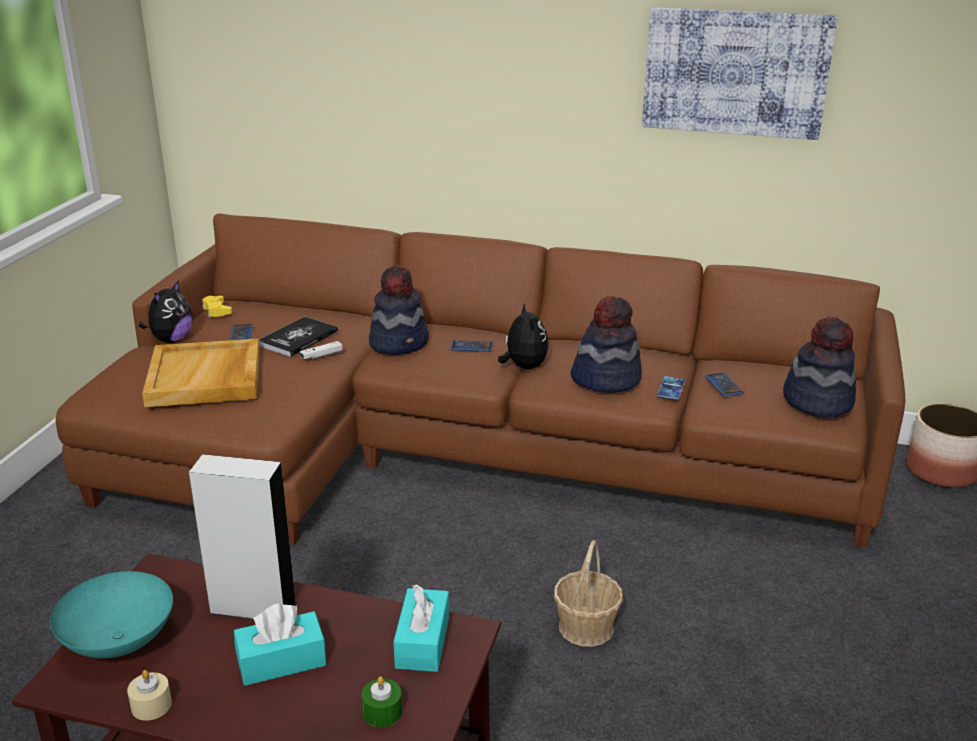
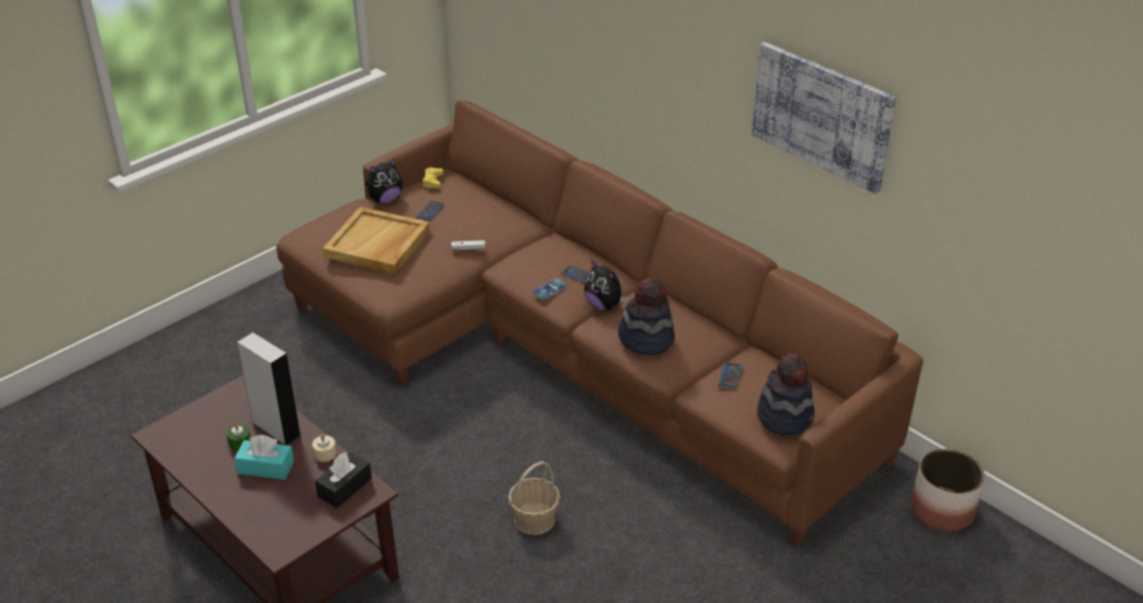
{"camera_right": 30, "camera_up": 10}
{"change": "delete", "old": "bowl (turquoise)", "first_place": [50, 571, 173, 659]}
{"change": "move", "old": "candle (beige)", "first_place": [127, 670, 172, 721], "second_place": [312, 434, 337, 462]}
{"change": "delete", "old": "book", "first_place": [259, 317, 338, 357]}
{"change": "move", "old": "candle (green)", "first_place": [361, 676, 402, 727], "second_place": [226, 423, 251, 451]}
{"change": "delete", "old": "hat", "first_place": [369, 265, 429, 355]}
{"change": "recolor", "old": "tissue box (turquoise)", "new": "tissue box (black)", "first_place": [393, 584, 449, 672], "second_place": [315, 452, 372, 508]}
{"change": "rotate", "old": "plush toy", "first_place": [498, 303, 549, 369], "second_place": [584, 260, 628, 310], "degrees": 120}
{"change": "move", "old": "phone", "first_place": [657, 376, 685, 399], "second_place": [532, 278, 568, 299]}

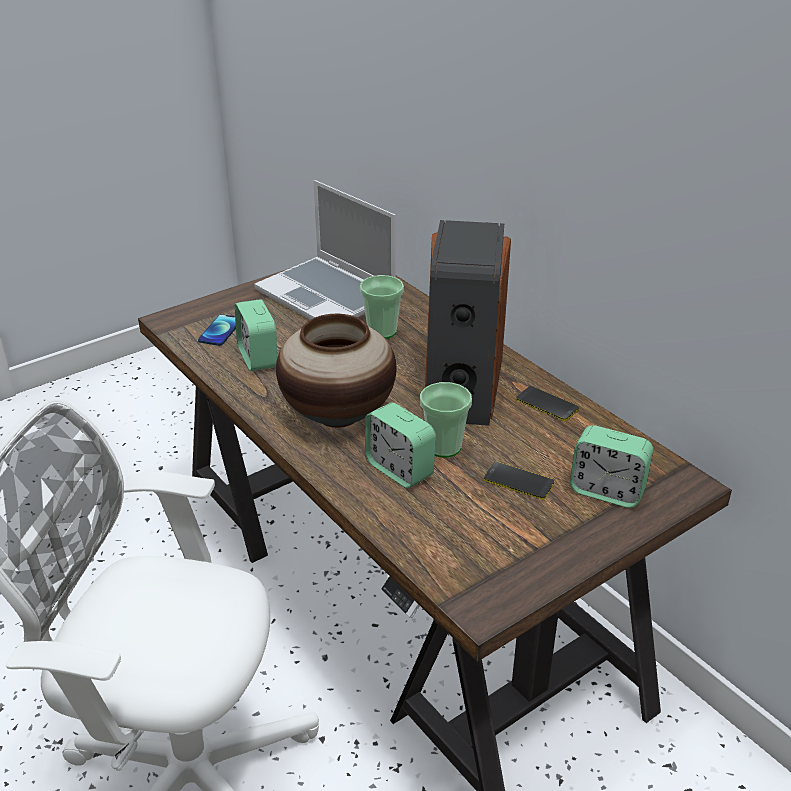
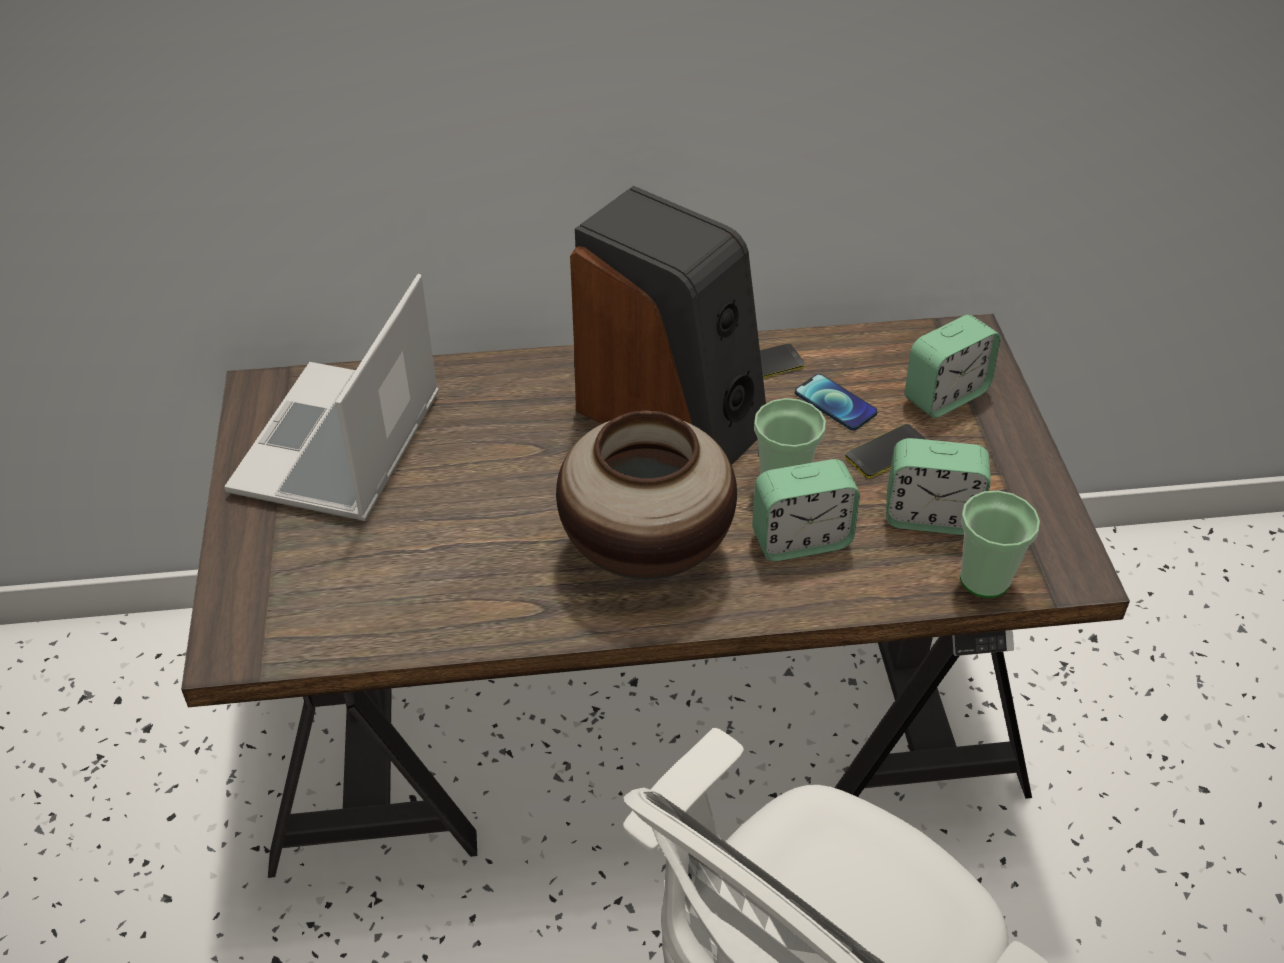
{"camera_right": -60, "camera_up": 10}
{"change": "move", "old": "phone", "first_place": [198, 314, 236, 346], "second_place": [795, 374, 878, 431]}
{"change": "move", "old": "alarm clock", "first_place": [235, 299, 277, 371], "second_place": [886, 438, 991, 535]}
{"change": "rotate", "old": "laptop", "first_place": [254, 180, 396, 320], "second_place": [224, 274, 439, 521], "degrees": 120}
{"change": "move", "old": "cup", "first_place": [360, 275, 404, 339], "second_place": [960, 491, 1040, 598]}

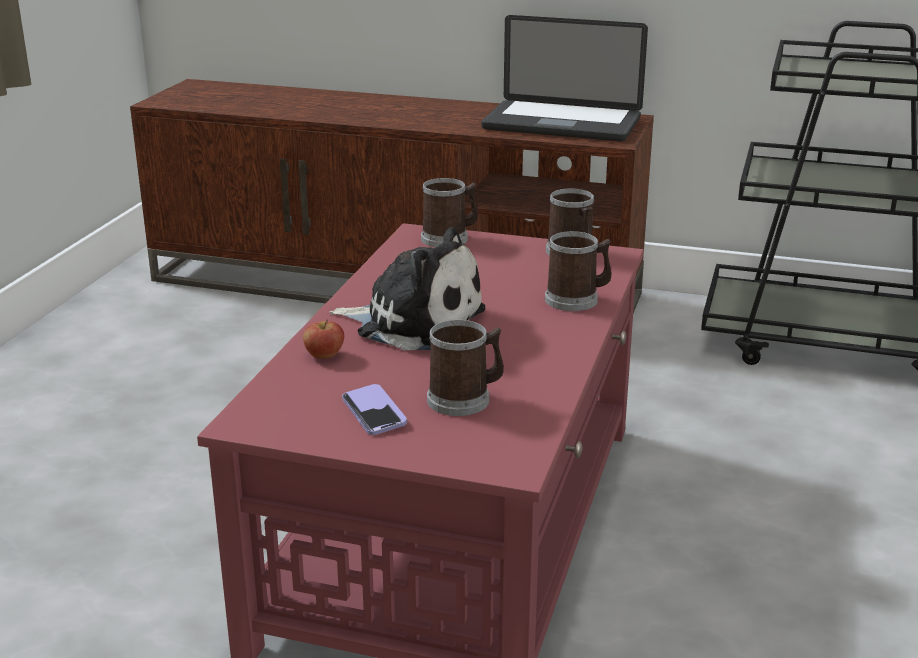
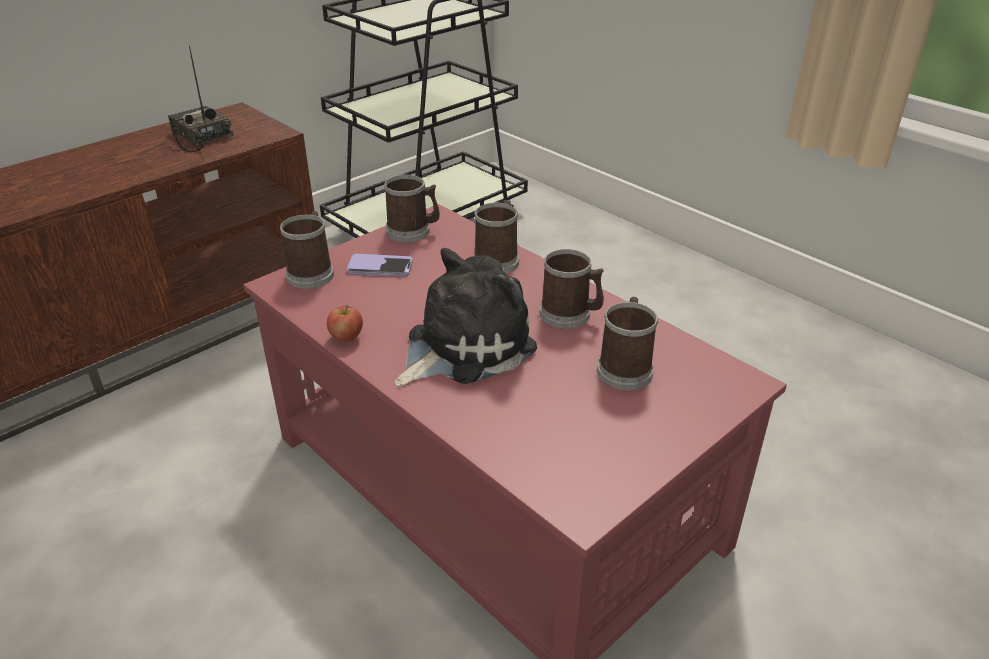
{"camera_right": -60, "camera_up": 10}
{"change": "move", "old": "apple", "first_place": [303, 319, 344, 359], "second_place": [327, 305, 363, 342]}
{"change": "move", "old": "phone", "first_place": [342, 384, 407, 435], "second_place": [347, 254, 413, 277]}
{"change": "replace", "old": "laptop", "new": "radio", "first_place": [481, 15, 648, 141], "second_place": [168, 46, 234, 153]}
{"change": "insert", "new": "mug", "second_place": [539, 249, 604, 329]}

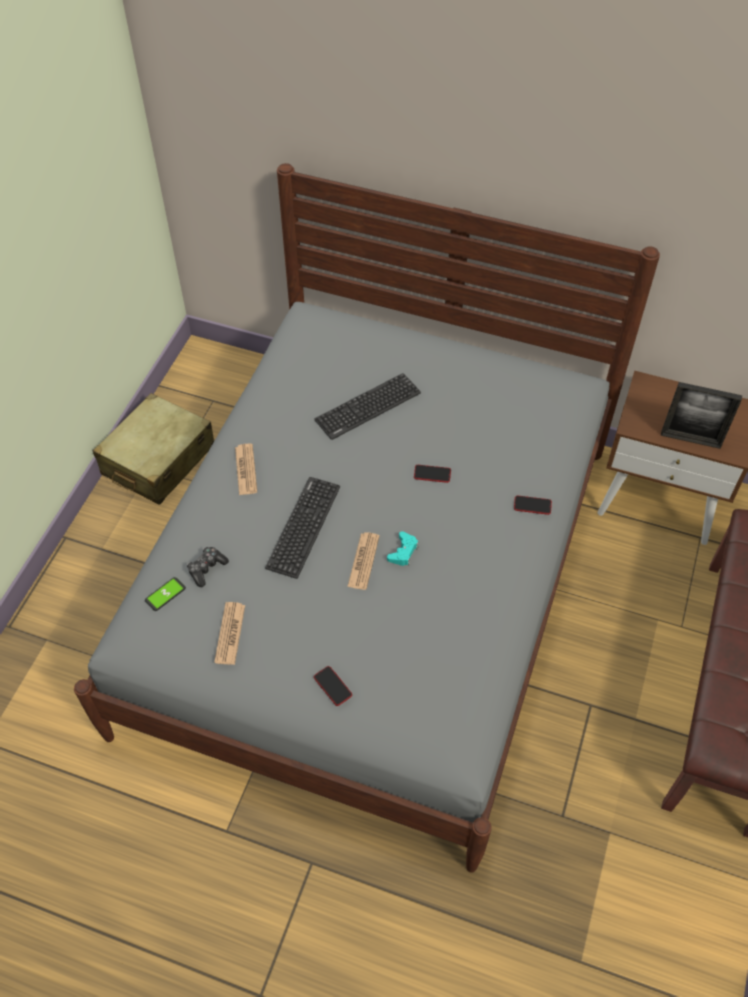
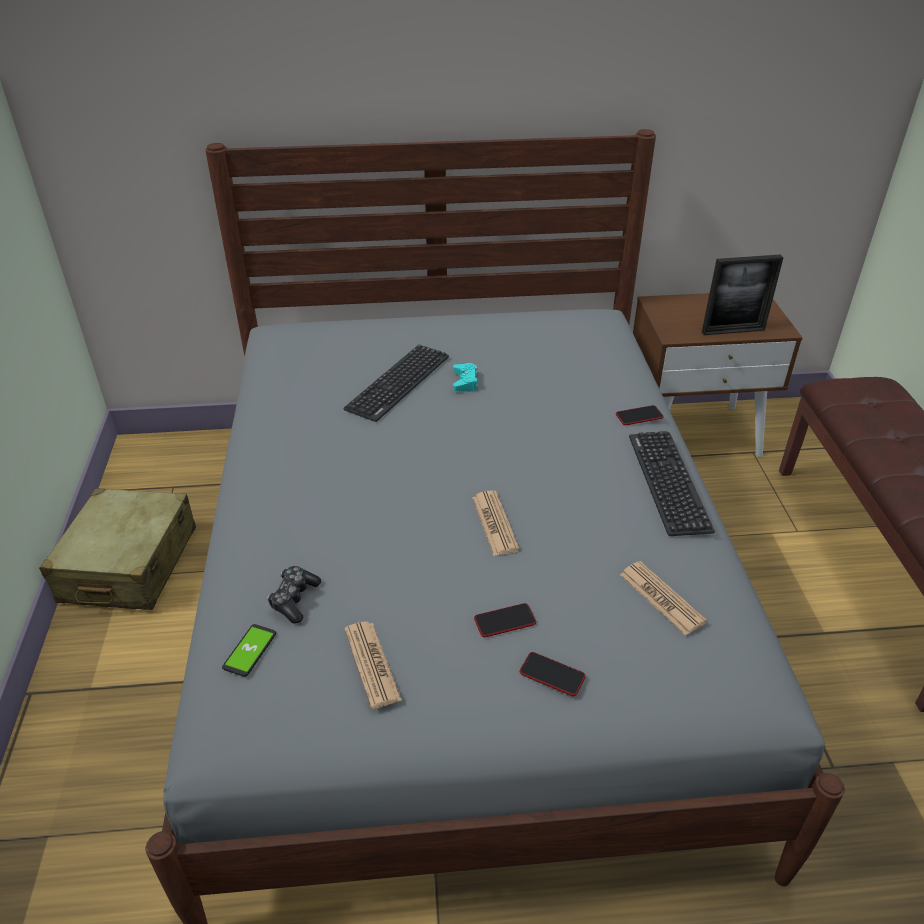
{"camera_right": -25, "camera_up": -15}
{"change": "move", "old": "newspaper", "first_place": [235, 444, 257, 495], "second_place": [620, 561, 707, 636]}
{"change": "move", "old": "keyboard", "first_place": [265, 477, 340, 579], "second_place": [629, 431, 715, 536]}
{"change": "move", "old": "game controller (turquoise)", "first_place": [387, 531, 418, 566], "second_place": [453, 363, 478, 392]}
{"change": "move", "old": "phone", "first_place": [414, 465, 451, 483], "second_place": [474, 603, 536, 637]}

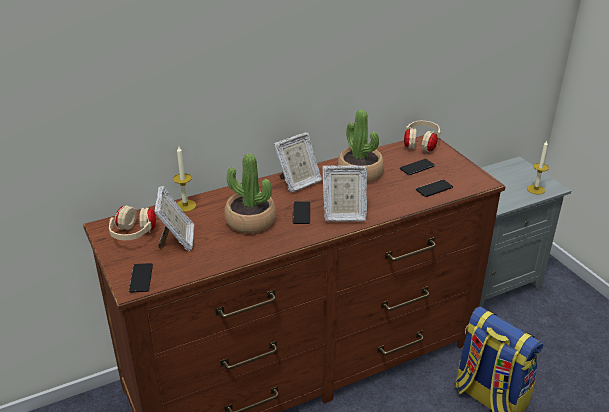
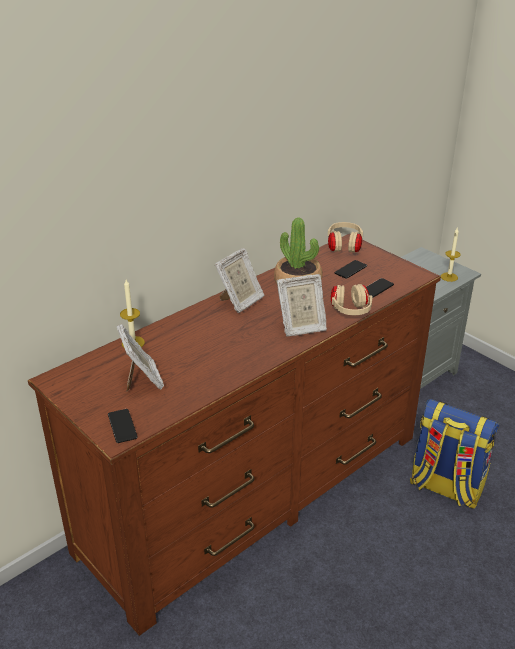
{"camera_right": -15, "camera_up": 0}
{"change": "move", "old": "headphones (beige)", "first_place": [109, 206, 156, 240], "second_place": [331, 284, 373, 315]}
{"change": "delete", "old": "potted plant", "first_place": [224, 153, 276, 233]}
{"change": "delete", "old": "phone", "first_place": [293, 201, 310, 224]}

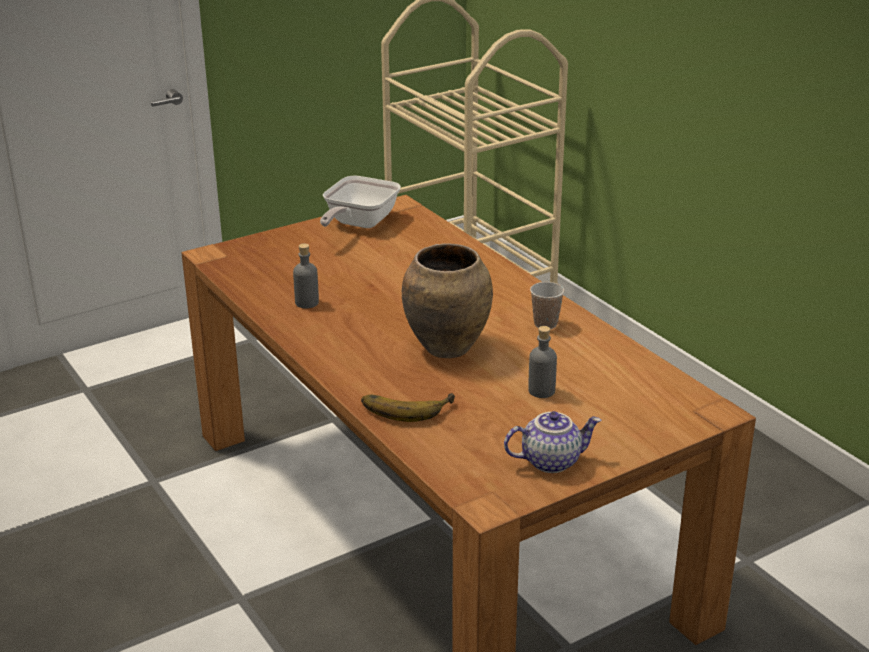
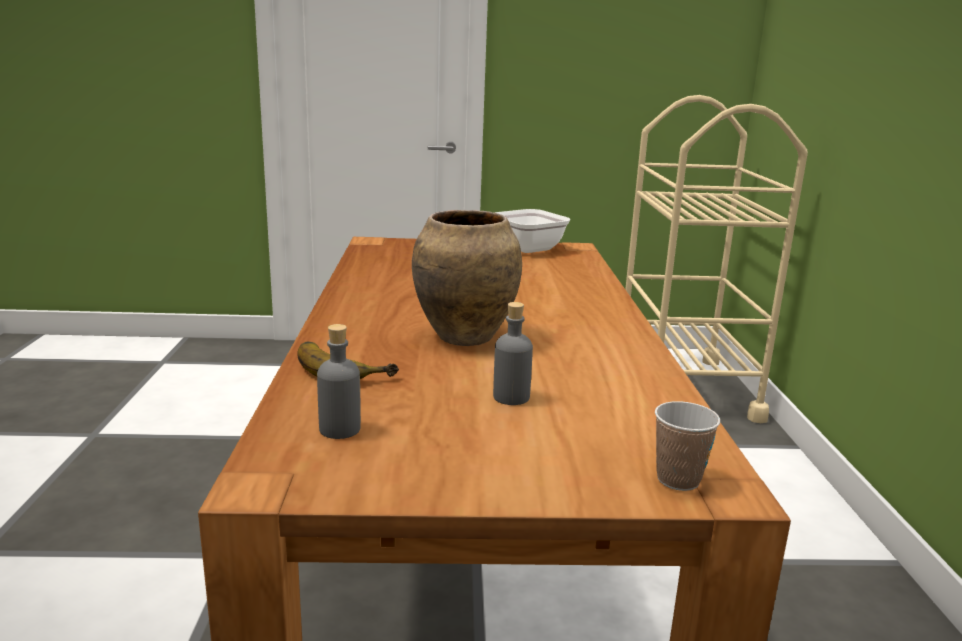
{"camera_right": 30, "camera_up": -10}
{"change": "move", "old": "bottle (grey)", "first_place": [293, 244, 319, 308], "second_place": [317, 324, 361, 439]}
{"change": "delete", "old": "teapot", "first_place": [504, 411, 601, 473]}
{"change": "move", "old": "cup", "first_place": [530, 282, 564, 329], "second_place": [655, 401, 720, 491]}

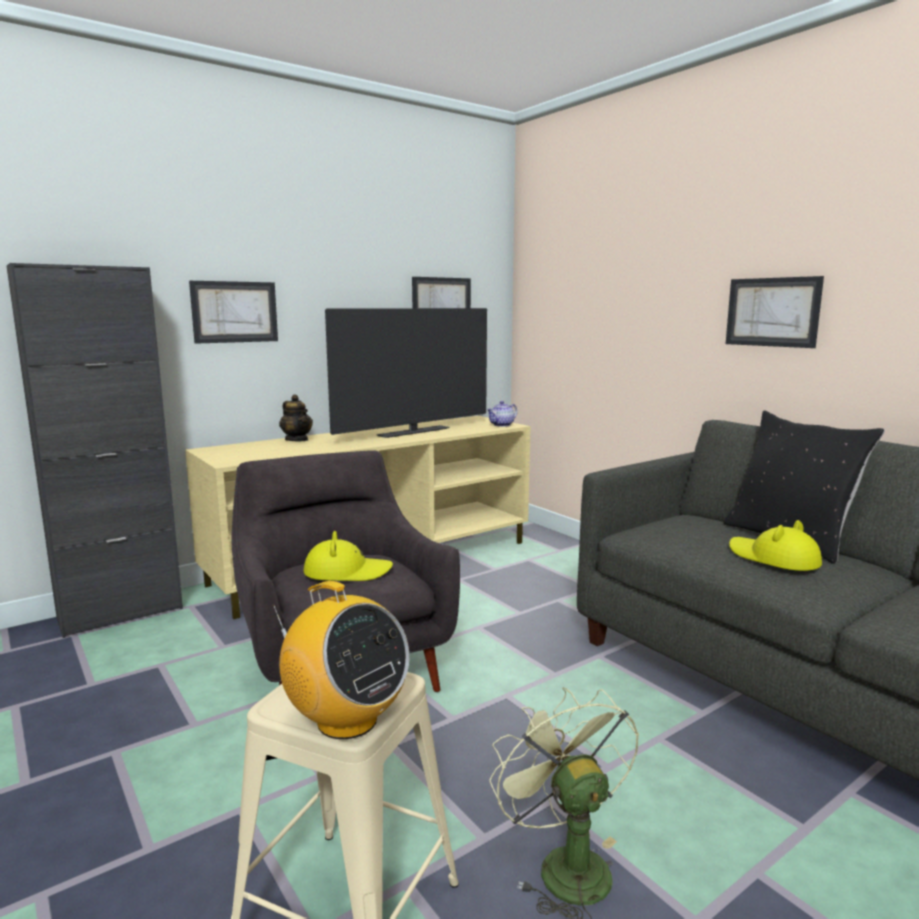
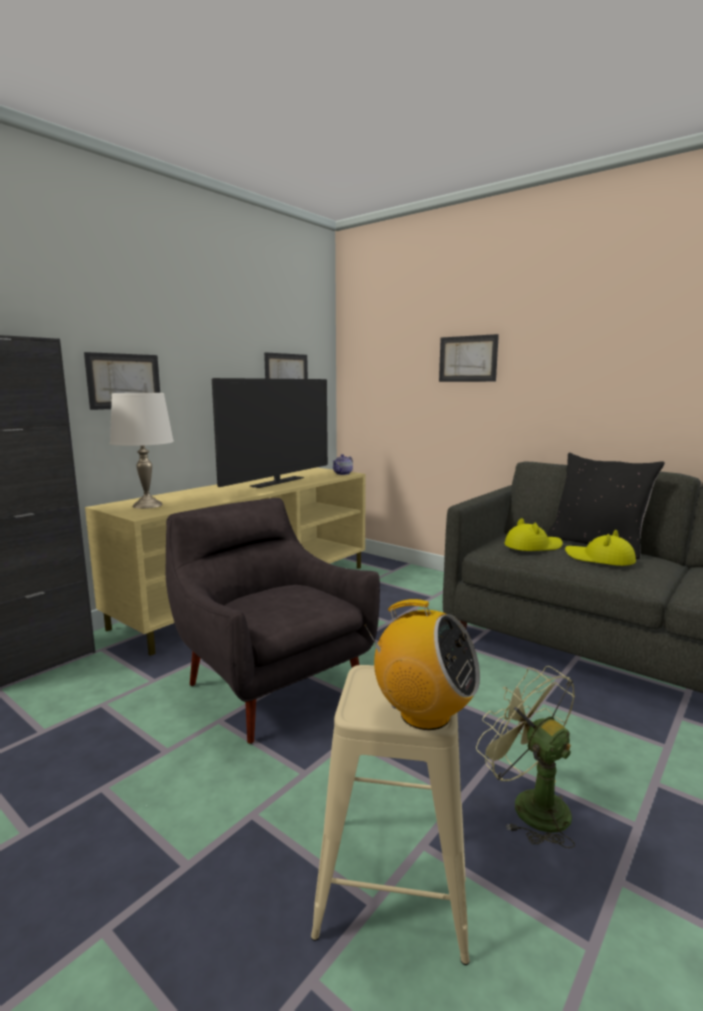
{"camera_right": -15, "camera_up": 0}
{"change": "delete", "old": "teapot", "first_place": [279, 395, 313, 441]}
{"change": "move", "old": "hat (yellow)", "first_place": [304, 531, 393, 581], "second_place": [505, 518, 563, 551]}
{"change": "move", "old": "picture", "first_place": [726, 276, 824, 348], "second_place": [439, 334, 499, 382]}
{"change": "insert", "new": "table lamp (white)", "second_place": [110, 393, 174, 509]}

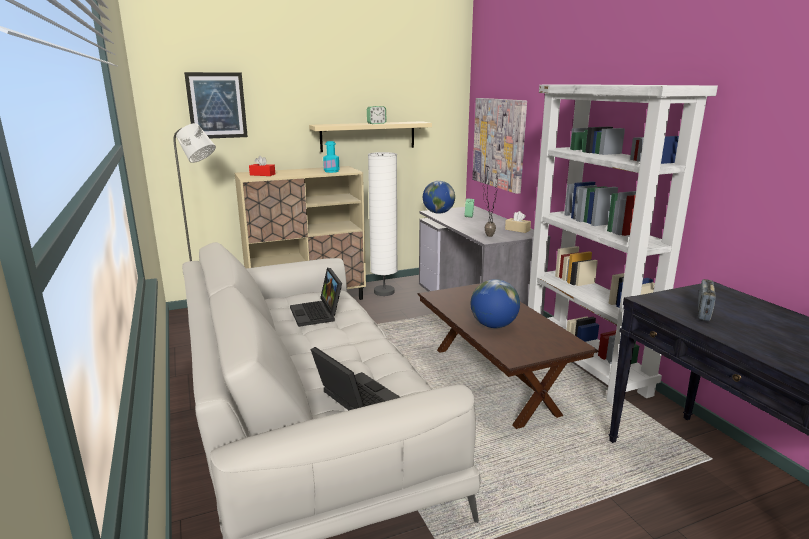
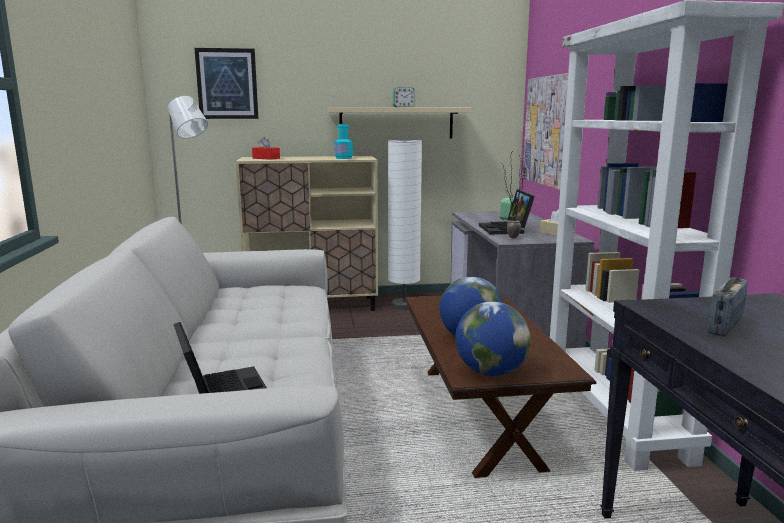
{"camera_right": 15, "camera_up": -5}
{"change": "move", "old": "laptop", "first_place": [290, 268, 342, 327], "second_place": [479, 190, 535, 234]}
{"change": "move", "old": "globe", "first_place": [423, 181, 455, 214], "second_place": [455, 301, 531, 376]}

